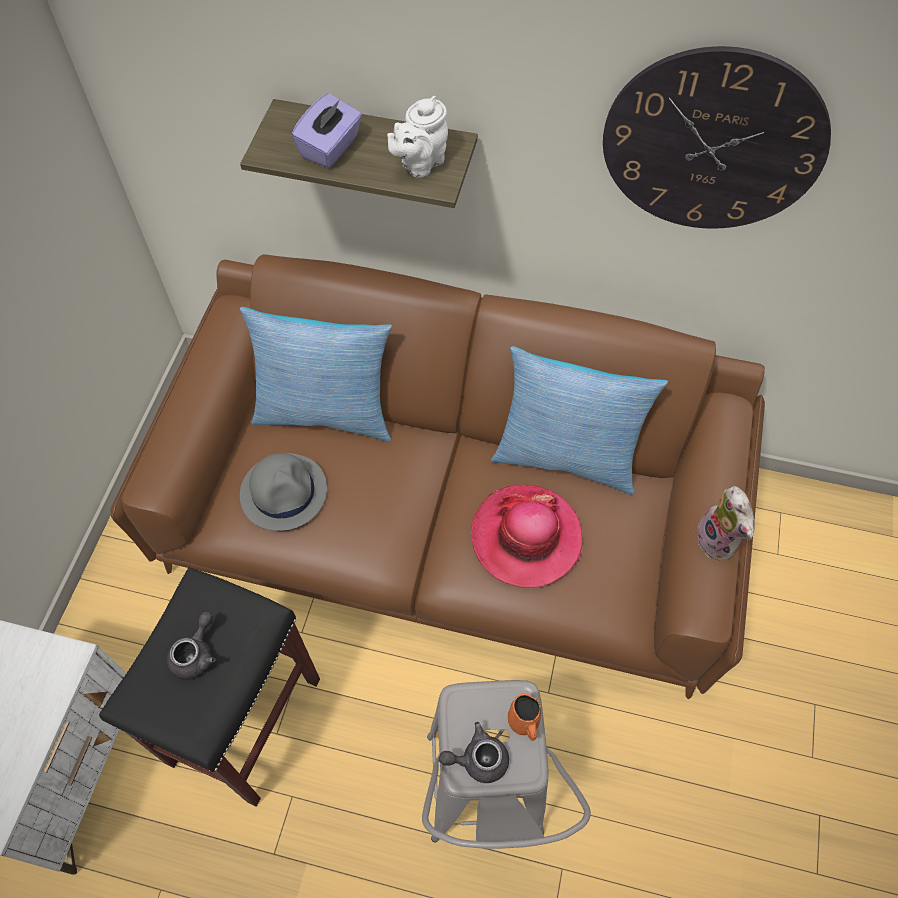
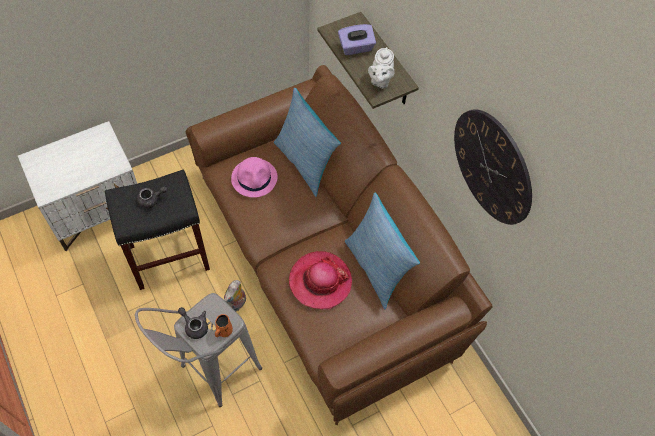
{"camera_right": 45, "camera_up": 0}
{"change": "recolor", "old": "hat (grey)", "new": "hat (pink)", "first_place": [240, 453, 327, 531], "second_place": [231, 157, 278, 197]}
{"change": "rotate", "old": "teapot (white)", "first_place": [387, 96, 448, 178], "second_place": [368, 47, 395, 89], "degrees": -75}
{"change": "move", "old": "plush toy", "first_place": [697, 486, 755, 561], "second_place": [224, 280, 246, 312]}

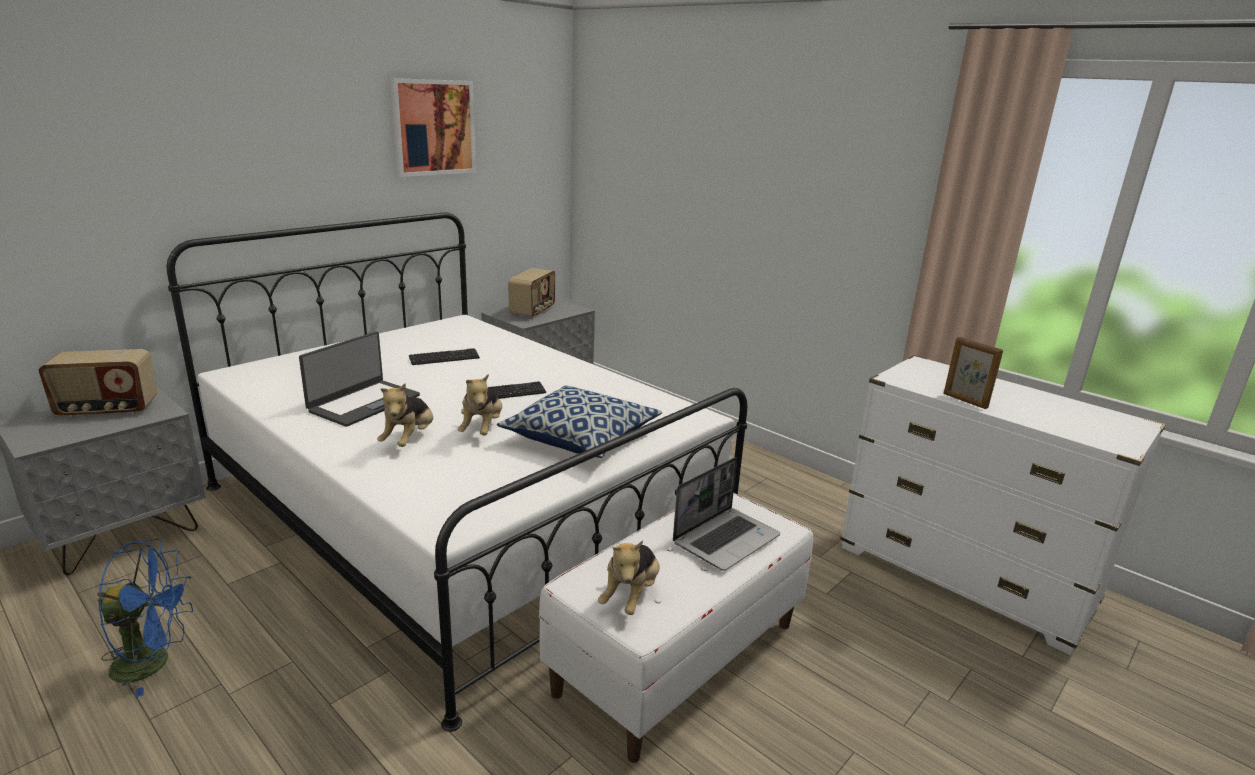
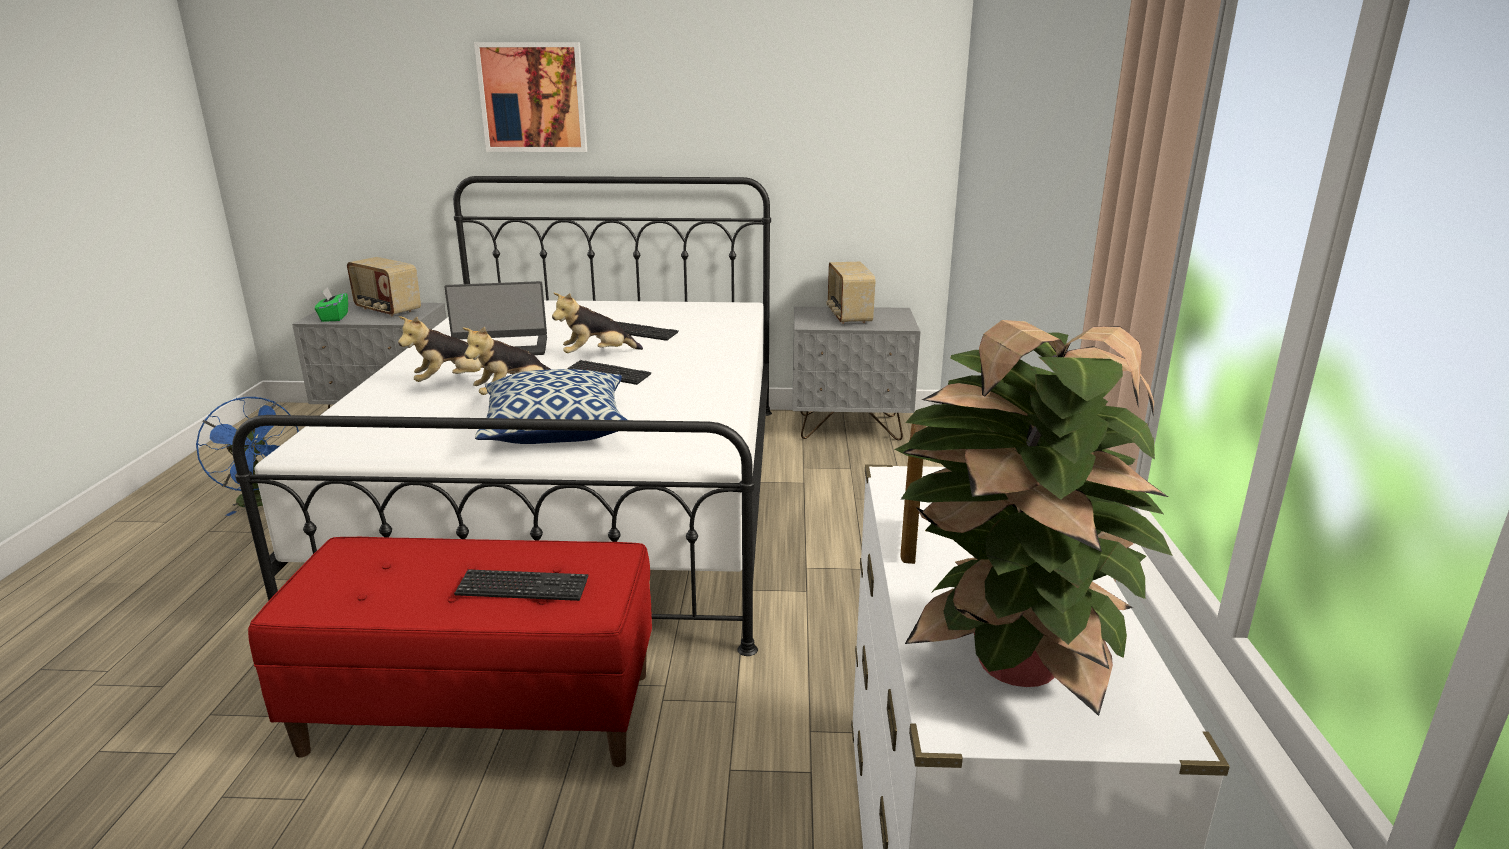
{"camera_right": 50, "camera_up": 0}
{"change": "move", "old": "picture", "first_place": [390, 78, 476, 177], "second_place": [474, 42, 587, 152]}
{"change": "rotate", "old": "radio", "first_place": [508, 268, 555, 318], "second_place": [826, 262, 875, 324], "degrees": 105}
{"change": "recolor", "old": "bench (white)", "new": "bench (red)", "first_place": [539, 493, 813, 763], "second_place": [248, 537, 652, 767]}
{"change": "move", "old": "plush toy", "first_place": [598, 540, 660, 615], "second_place": [552, 293, 643, 353]}
{"change": "replace", "old": "laptop", "new": "keyboard", "first_place": [673, 457, 780, 571], "second_place": [454, 569, 589, 601]}
{"change": "insert", "new": "tissue box (green)", "second_place": [315, 287, 348, 322]}
{"change": "insert", "new": "potted plant", "second_place": [894, 320, 1173, 716]}

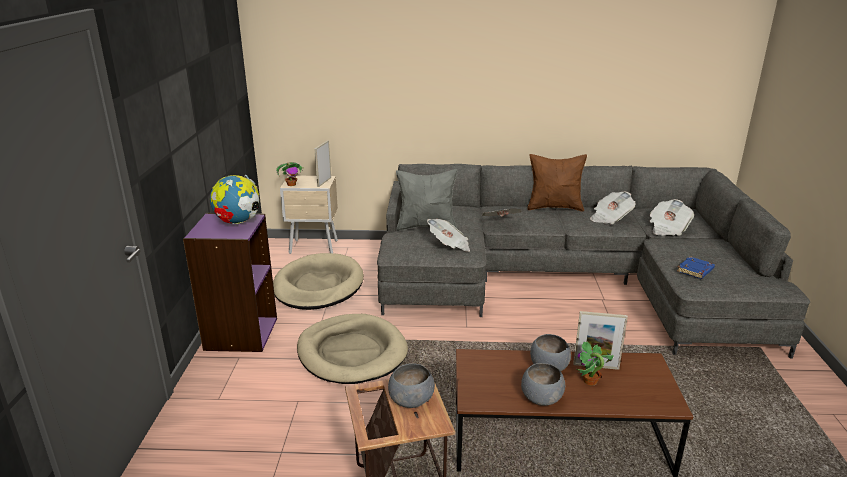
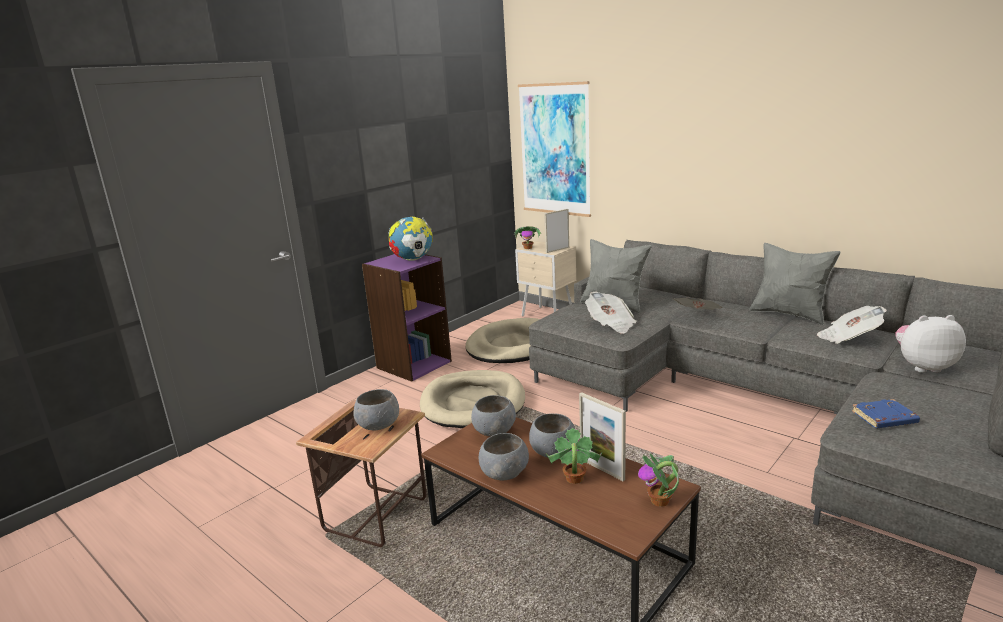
{"camera_right": 40, "camera_up": -5}
{"change": "recolor", "old": "pillow (brown)", "new": "pillow (grey)", "first_place": [527, 154, 587, 212], "second_place": [750, 243, 840, 325]}
{"change": "replace", "old": "newspaper", "new": "plush toy", "first_place": [649, 199, 694, 236], "second_place": [896, 315, 966, 373]}
{"change": "insert", "new": "bowl (grey)", "second_place": [471, 395, 516, 436]}
{"change": "insert", "new": "picture", "second_place": [518, 81, 591, 217]}
{"change": "insert", "new": "potted plant", "second_place": [638, 454, 679, 507]}

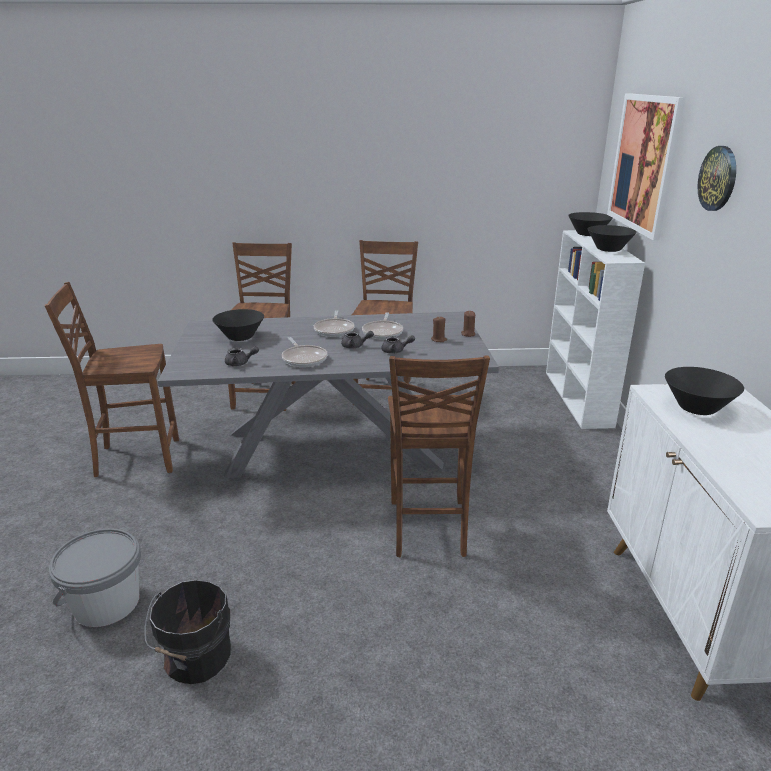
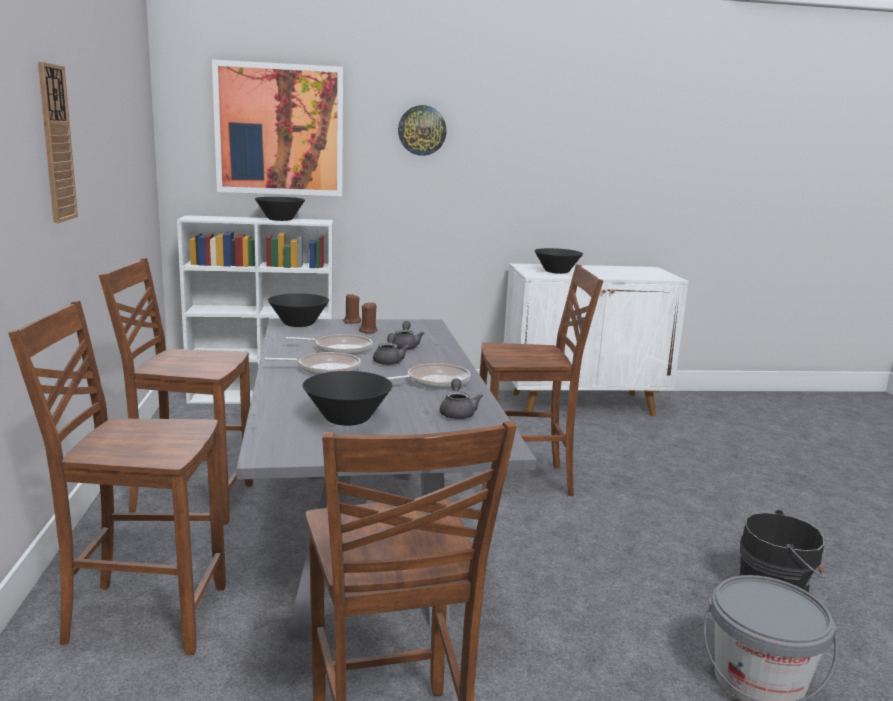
{"camera_right": -95, "camera_up": -10}
{"change": "move", "old": "bowl (black)", "first_place": [568, 212, 613, 236], "second_place": [268, 293, 329, 327]}
{"change": "insert", "new": "wall clock", "second_place": [38, 62, 78, 223]}

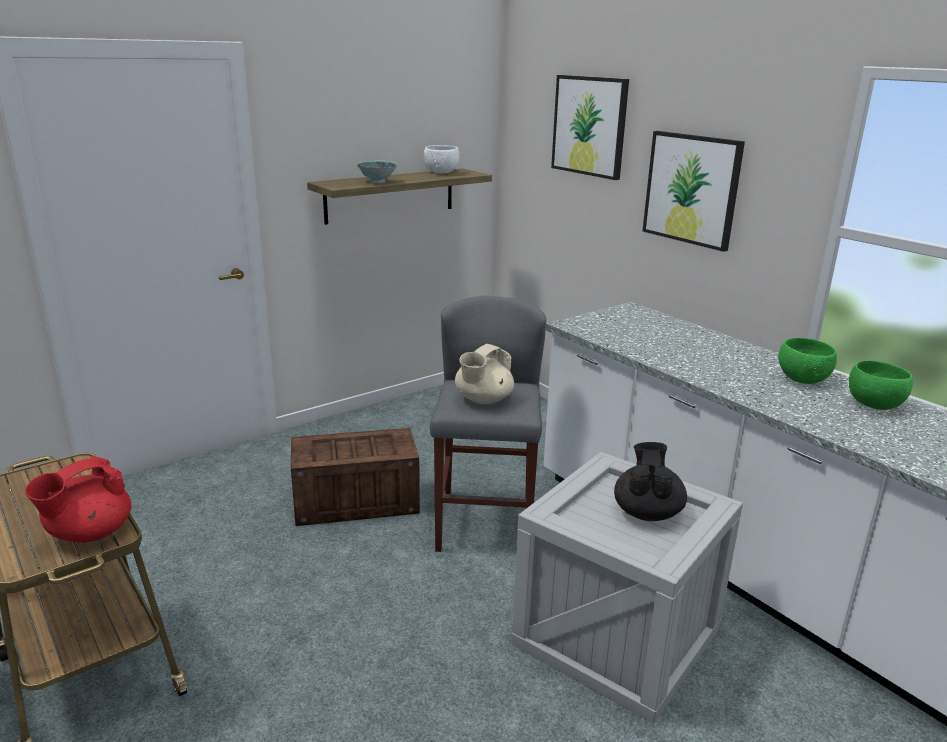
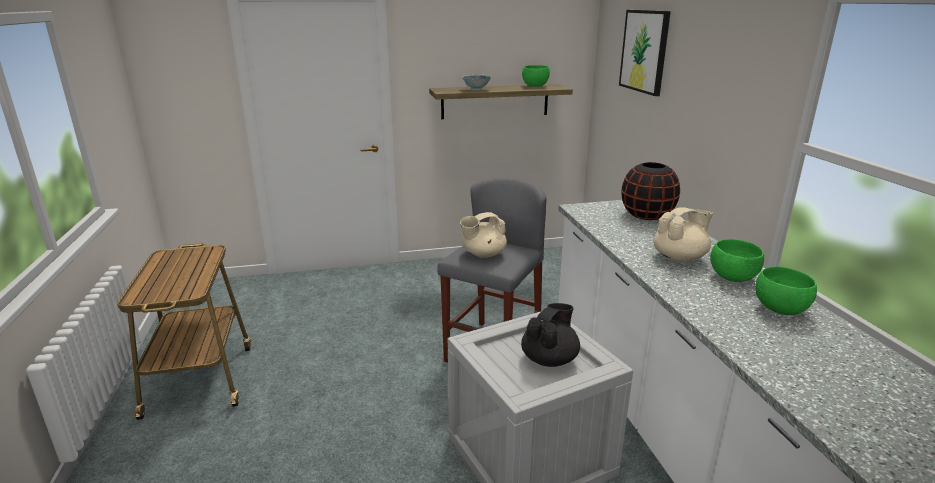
{"camera_right": 25, "camera_up": 0}
{"change": "delete", "old": "teapot (red)", "first_place": [25, 456, 131, 543]}
{"change": "delete", "old": "crate", "first_place": [291, 428, 420, 526]}
{"change": "recolor", "old": "bowl (white)", "new": "bowl (green)", "first_place": [423, 145, 459, 174], "second_place": [522, 65, 550, 87]}
{"change": "delete", "old": "picture", "first_place": [643, 131, 745, 252]}
{"change": "insert", "new": "vase (black)", "second_place": [621, 162, 680, 220]}
{"change": "insert", "new": "teapot (beige)", "second_place": [653, 207, 713, 262]}

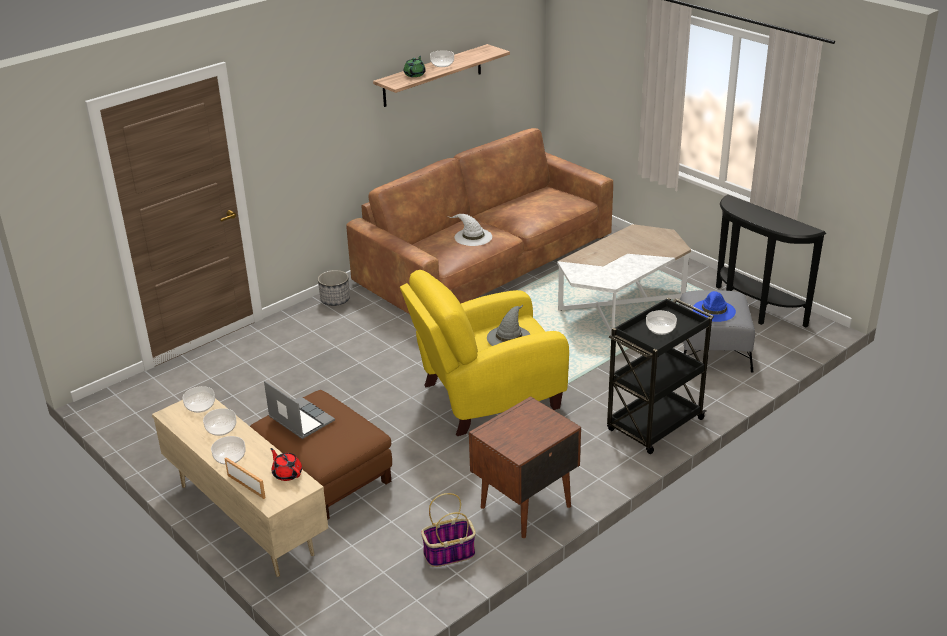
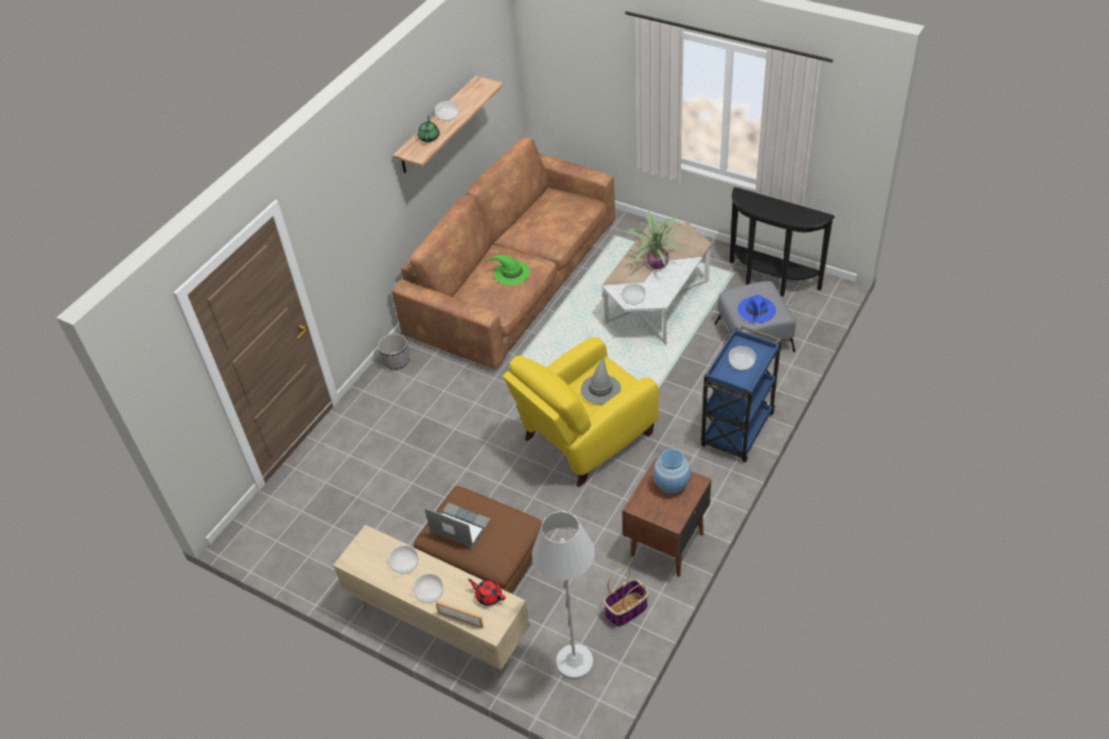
{"camera_right": -15, "camera_up": 15}
{"change": "move", "old": "bowl", "first_place": [182, 386, 215, 413], "second_place": [622, 284, 646, 305]}
{"change": "recolor", "old": "hat (white)", "new": "hat (green)", "first_place": [449, 214, 492, 246], "second_place": [486, 255, 530, 285]}
{"change": "recolor", "old": "cart (black)", "new": "cart (blue)", "first_place": [607, 298, 714, 454], "second_place": [701, 326, 781, 462]}
{"change": "insert", "new": "floor lamp (white)", "second_place": [532, 511, 595, 680]}
{"change": "insert", "new": "potted plant", "second_place": [625, 211, 687, 269]}
{"change": "insert", "new": "vase (blue)", "second_place": [653, 449, 691, 494]}

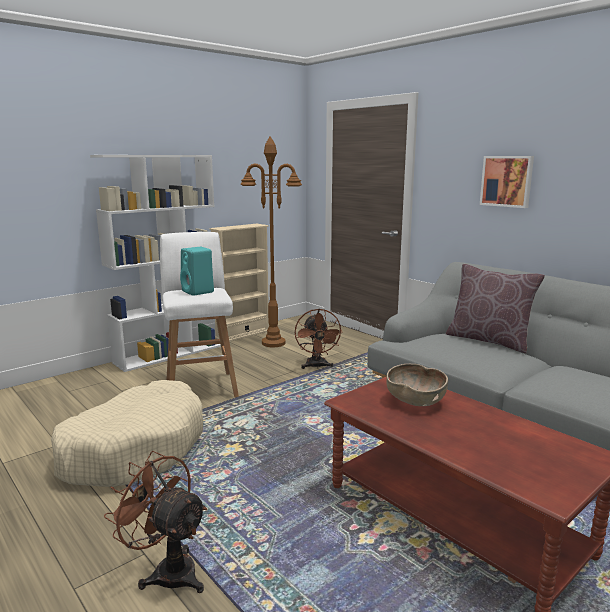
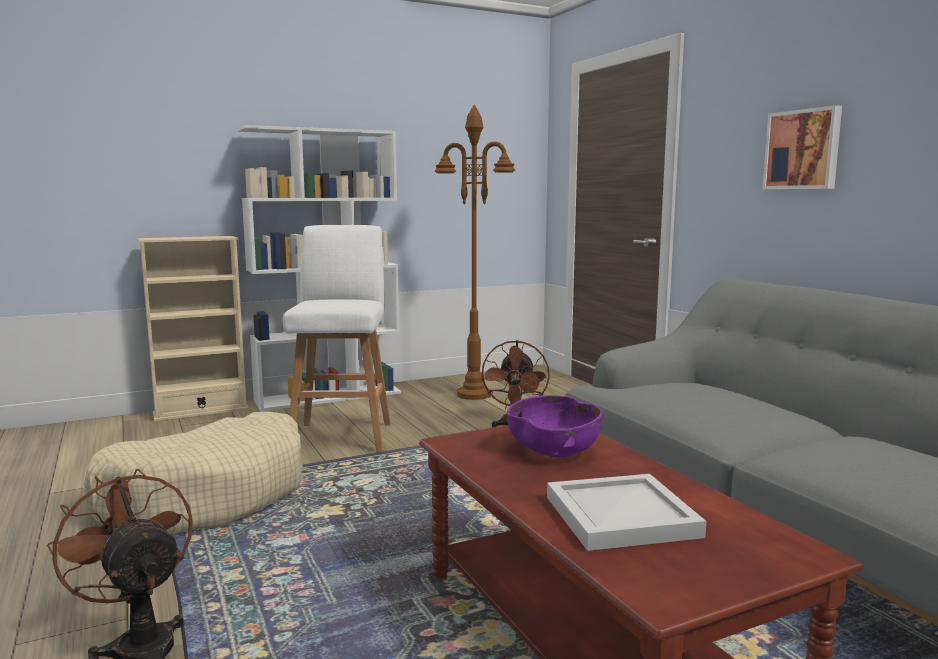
{"camera_right": 15, "camera_up": -5}
{"change": "delete", "old": "speaker (turquoise)", "first_place": [180, 247, 214, 296]}
{"change": "move", "old": "bookcase (beige)", "first_place": [210, 224, 269, 342], "second_place": [138, 236, 249, 422]}
{"change": "recolor", "old": "bowl (brown)", "new": "bowl (purple)", "first_place": [386, 364, 448, 406], "second_place": [507, 395, 602, 457]}
{"change": "delete", "old": "pillow (brown)", "first_place": [446, 264, 545, 353]}
{"change": "insert", "new": "tray (white)", "second_place": [547, 474, 706, 551]}

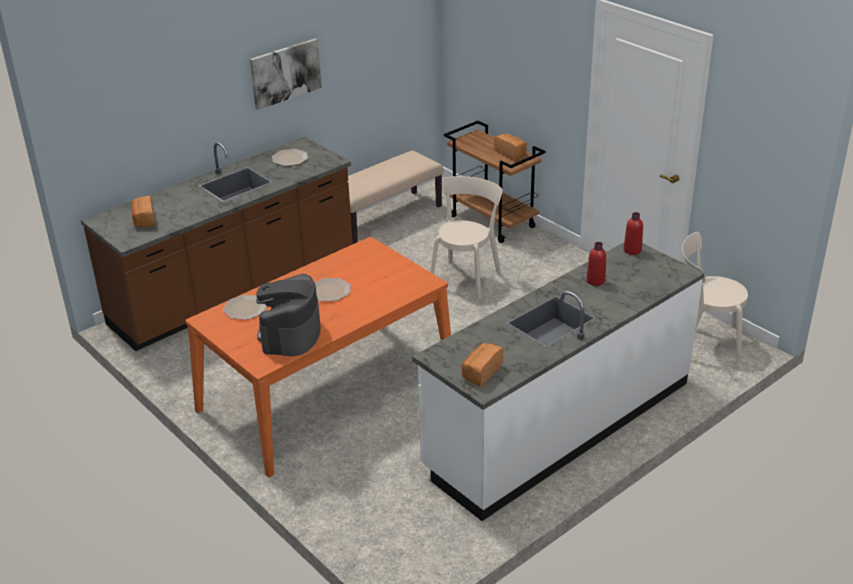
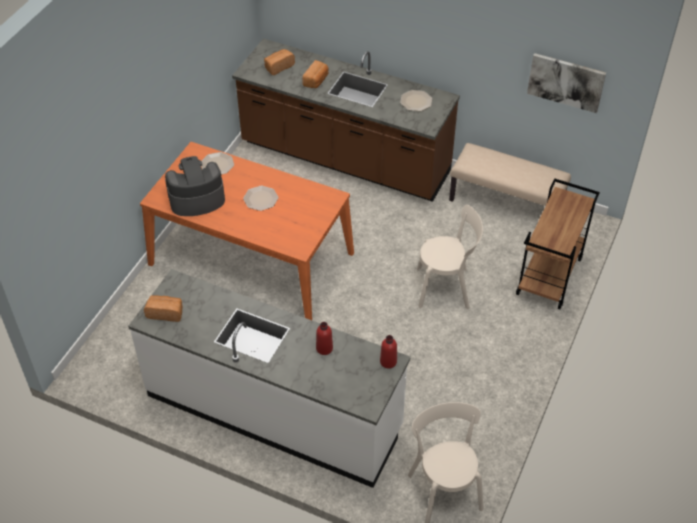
{"camera_right": 65, "camera_up": 15}
{"change": "move", "old": "picture", "first_place": [250, 38, 322, 110], "second_place": [527, 53, 606, 113]}
{"change": "move", "old": "bread", "first_place": [494, 134, 527, 160], "second_place": [302, 60, 328, 88]}

